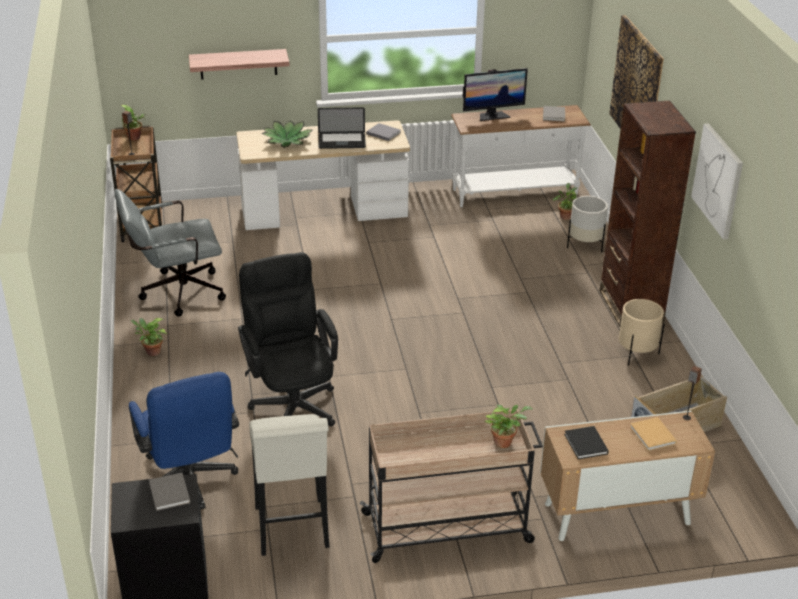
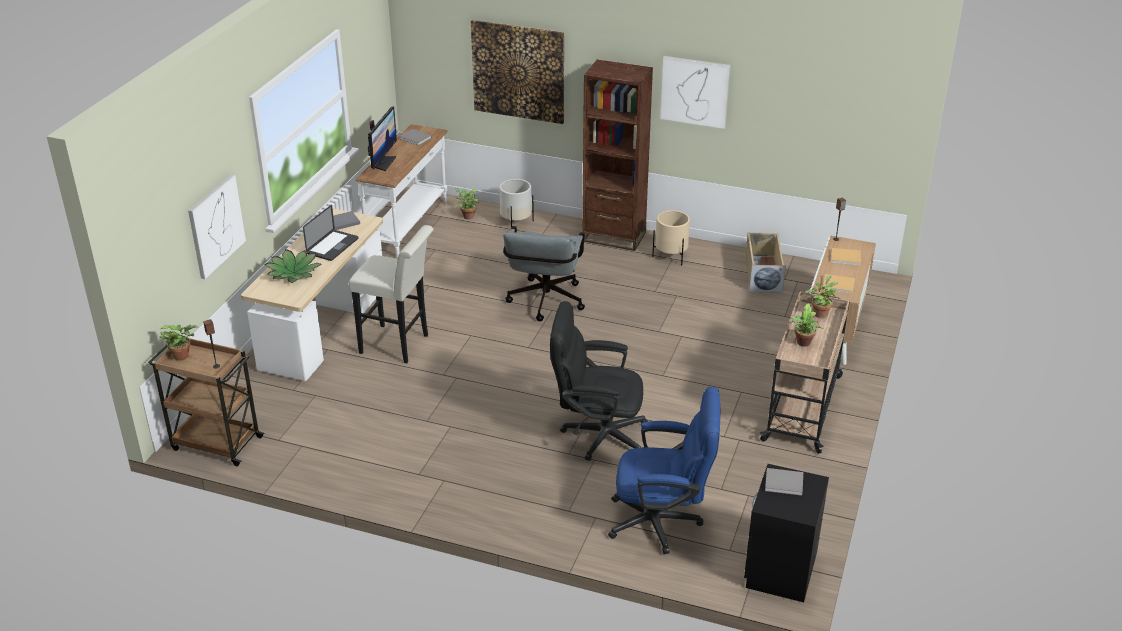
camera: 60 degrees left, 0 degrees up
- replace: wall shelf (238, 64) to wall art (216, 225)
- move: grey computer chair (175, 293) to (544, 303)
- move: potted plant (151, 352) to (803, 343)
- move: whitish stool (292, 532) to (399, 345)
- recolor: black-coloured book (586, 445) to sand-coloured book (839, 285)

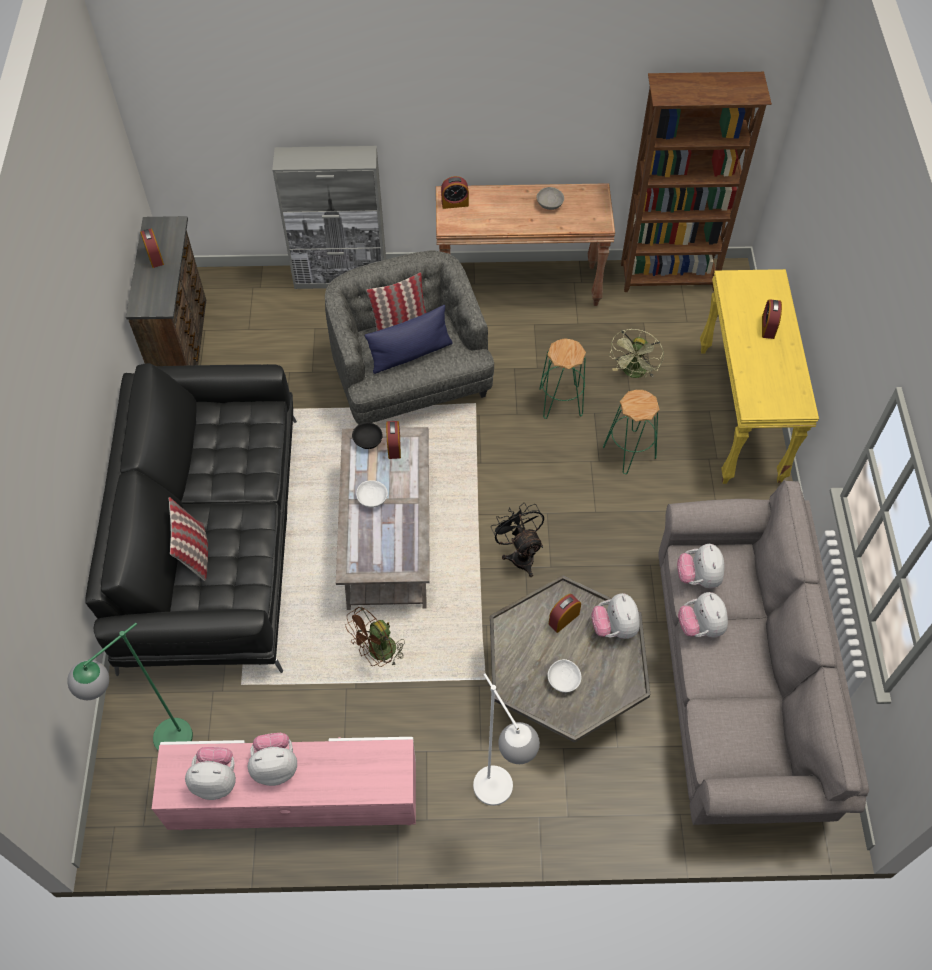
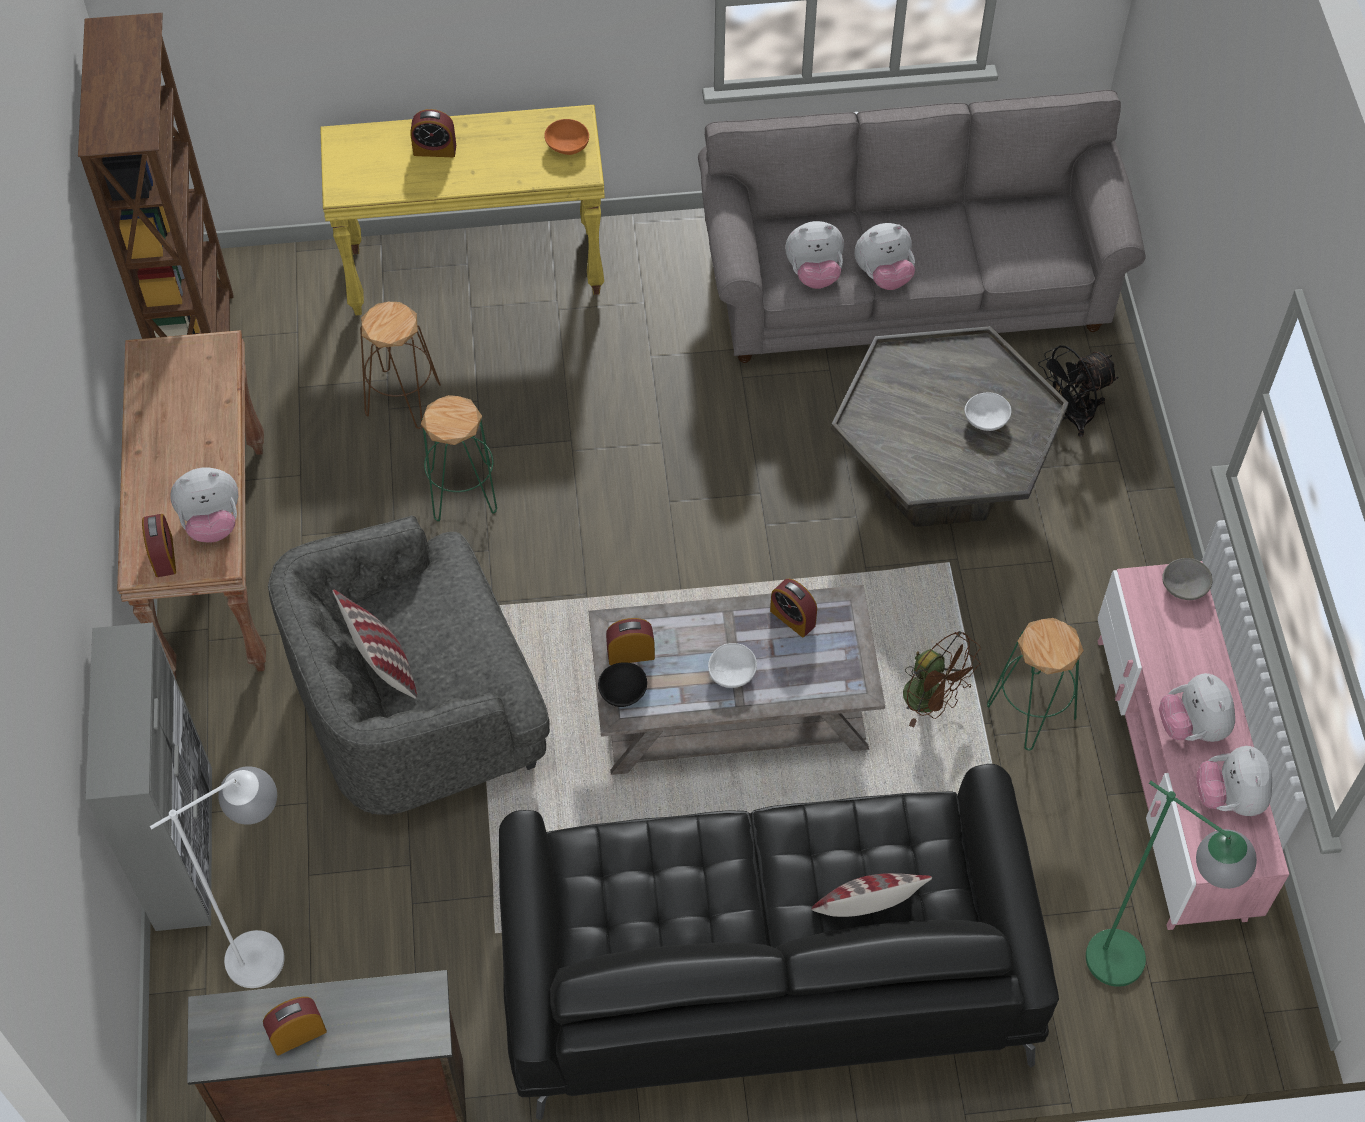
camera: 95 degrees left, 0 degrees up
- move: grey bowl (549, 204) to (1184, 587)
- delete: blue-coloured cushion (410, 354)
- replace: green fan (634, 373) to brown-coloured stool (403, 399)
- move: green stool (629, 452) to (1031, 710)
- move: black-coloured fan (520, 554) to (1070, 416)
- move: soft toy (614, 627) to (212, 523)
- move: bedside clock (563, 619) to (792, 618)
- move: whitish standing lamp (500, 798) to (274, 948)
- insert: orange-coloured bowl (567, 145)

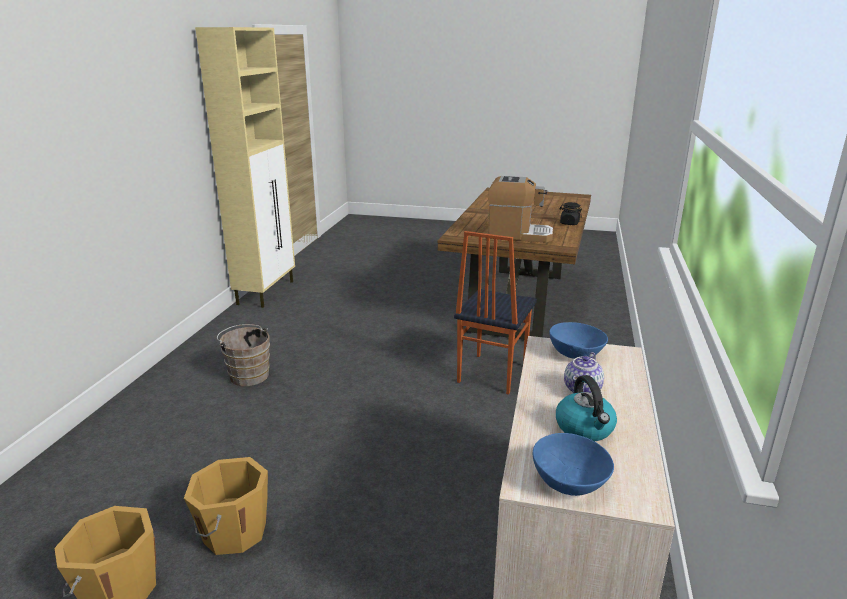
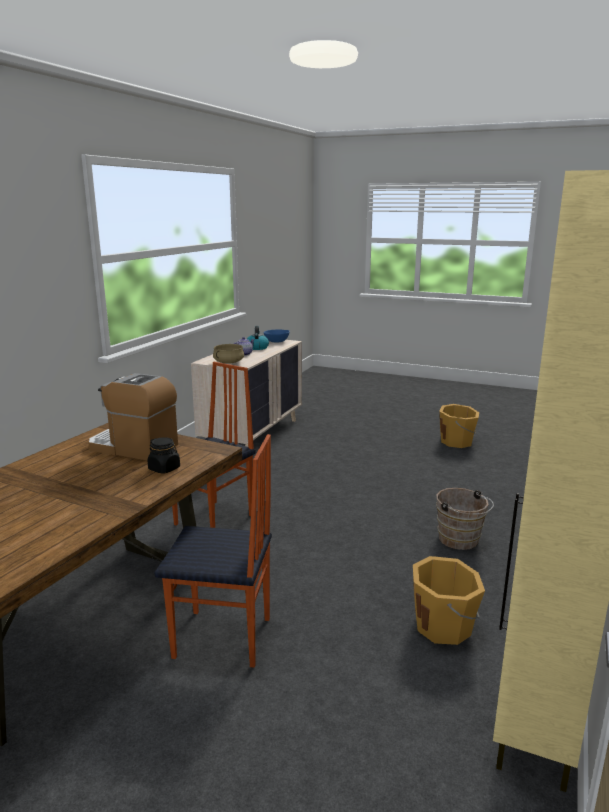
camera: 170 degrees left, 5 degrees down
- move: black-coloured storage jar (569, 223) to (164, 469)
- replace: blue-coloured bowl (576, 353) to sand-coloured cooking pot (229, 362)
- move: orange-coloured pail (233, 532) to (444, 626)
- insert: chair (223, 639)

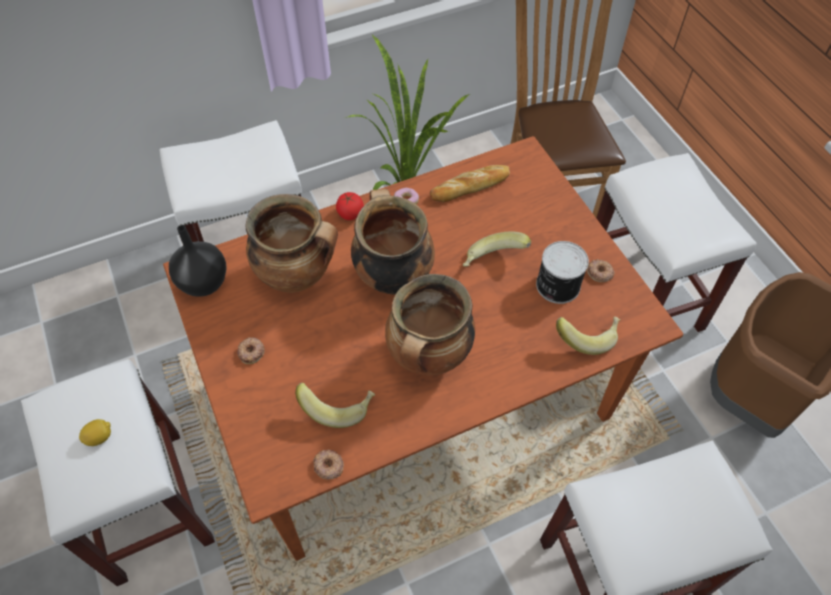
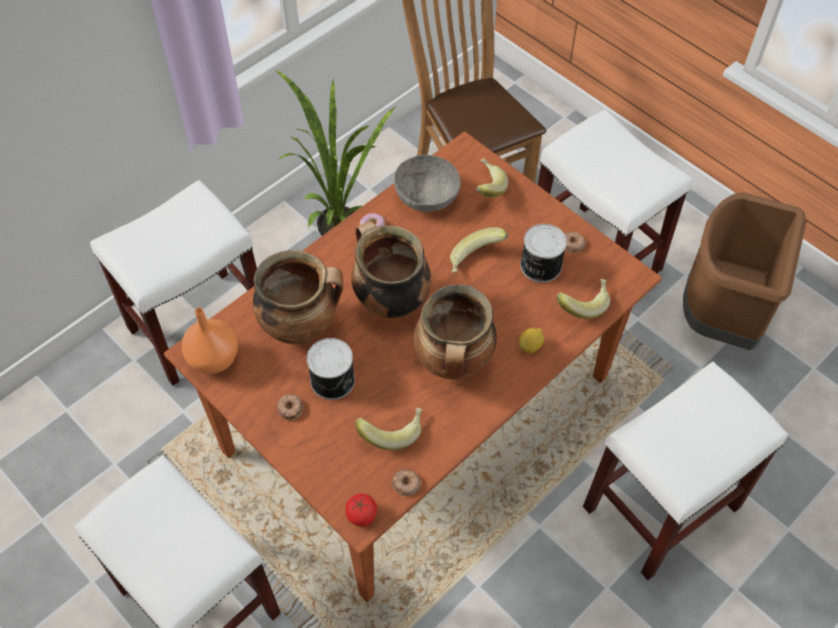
camera: 20 degrees left, 0 degrees up
- replace: baked bread (470, 186) to grey bowl (426, 196)
- move: tomato (350, 214) to (361, 515)
- recolor: black-coloured decorative vase (205, 283) to orange-coloured decorative vase (215, 359)
- move: whole lemon (99, 437) to (530, 346)
- insert: whole banana (485, 187)
- insert: metal can (333, 380)

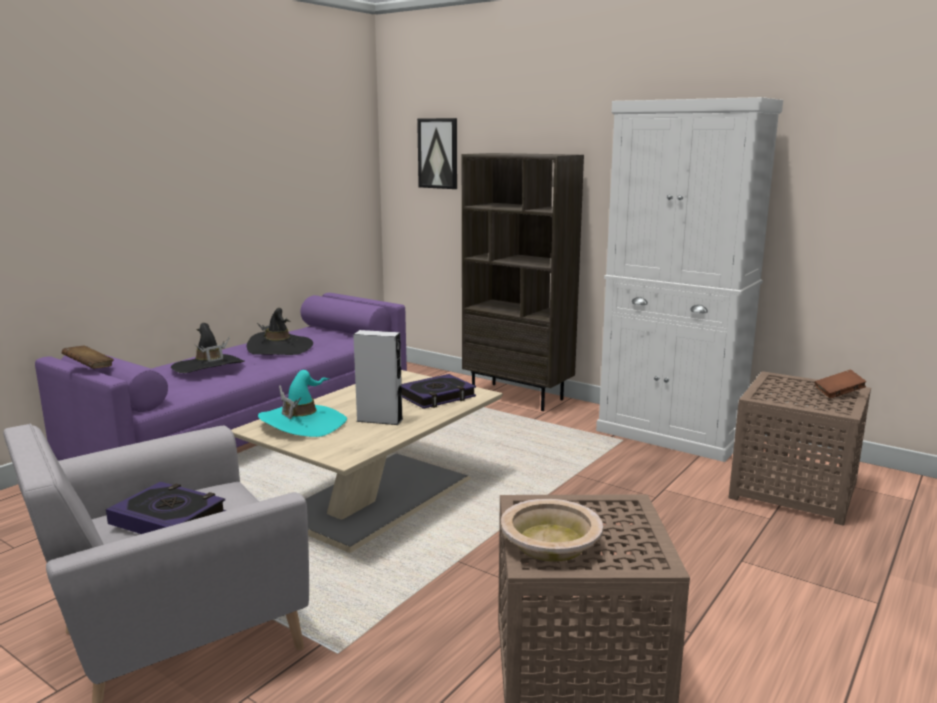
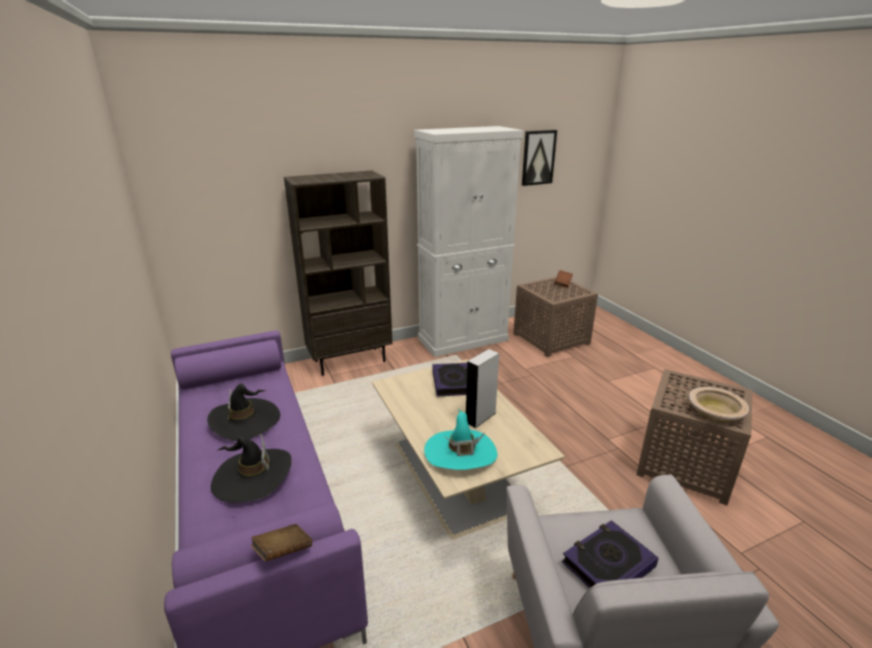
camera: 60 degrees left, 10 degrees up
- move: wall art (438, 153) to (538, 157)

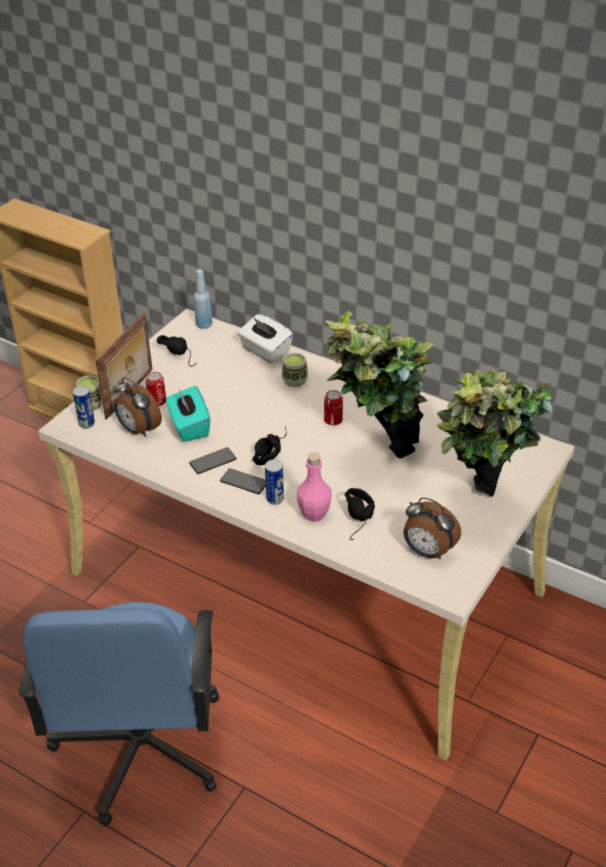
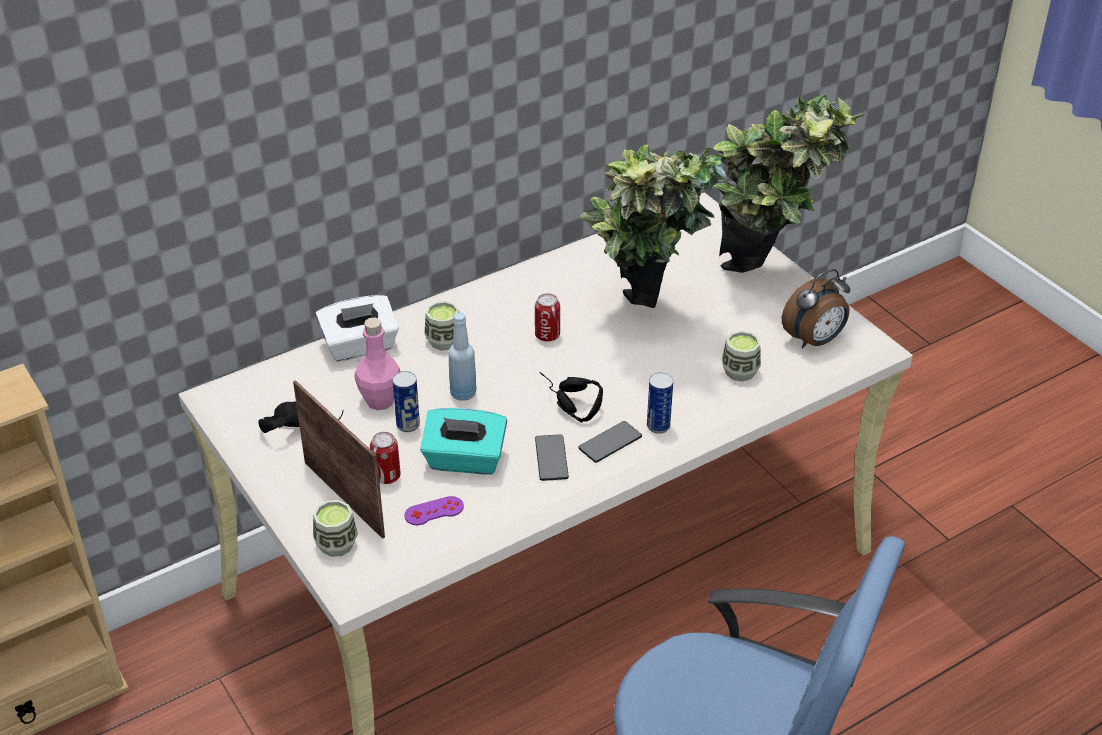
camera: 65 degrees left, 0 degrees up
- move: blue-coloured drink bottle (204, 324) to (463, 393)
- replace: bedside clock (138, 430) to purplish joypad (434, 511)
- move: metal can (86, 423) to (408, 425)
- move: pinkish drink bottle (314, 514) to (380, 400)
- replace: black-coloured headset (361, 522) to drinking cup (740, 371)

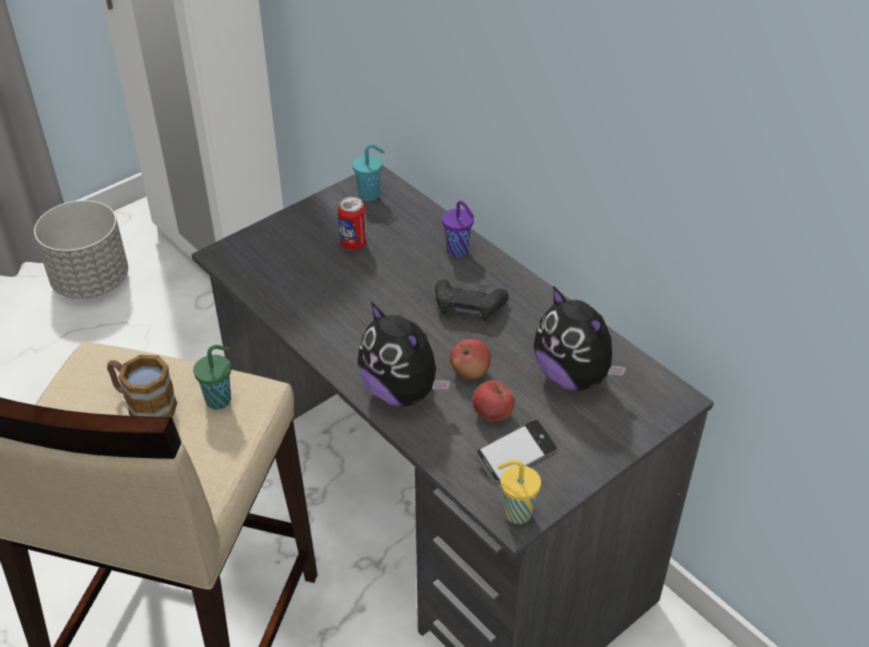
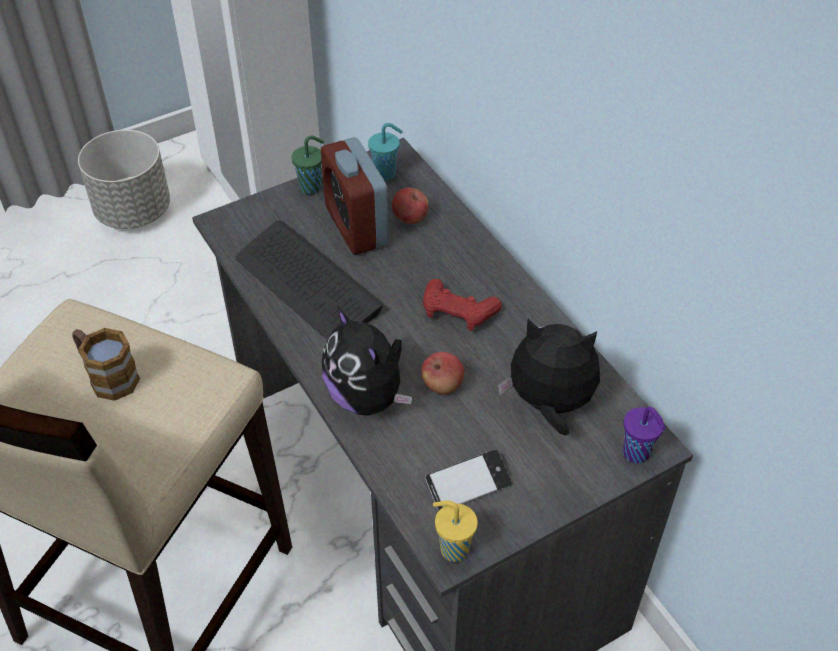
camera: 10 degrees right, 5 degrees up
- replace: metal can (353, 244) to bedside clock (356, 226)
- move: purplish drinking cup (458, 251) to (637, 454)
- recolor: black-coloured joypad (468, 307) to red-coloured joypad (458, 312)
- rotate: soft toy (573, 376) = (549, 404) 135 degrees clockwise
- move: green drinking cup (220, 400) to (312, 187)
- move: whole apple (492, 414) to (410, 218)
- insert: keyboard (307, 284)

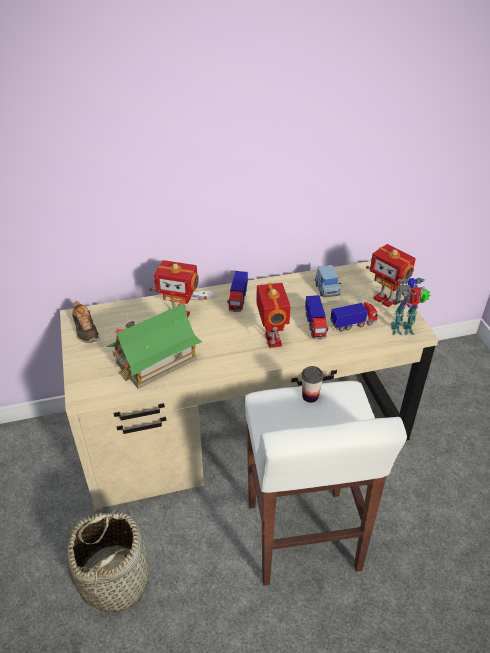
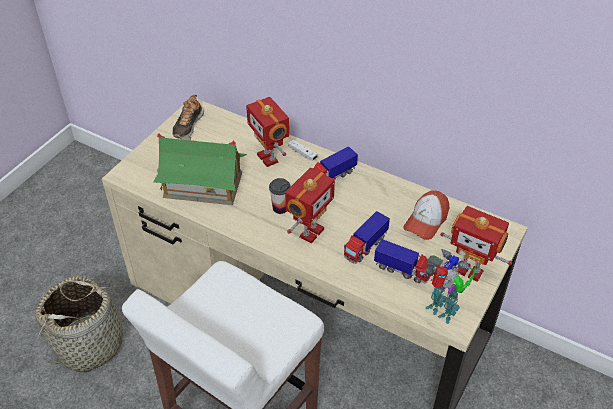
camera: 45 degrees right, 5 degrees up
- rotate: model robot (385, 300) = (469, 270) 60 degrees counterclockwise
- replace: blue-coloured model car (327, 289) to cap (426, 221)
- move: drinking cup (310, 396) to (280, 208)

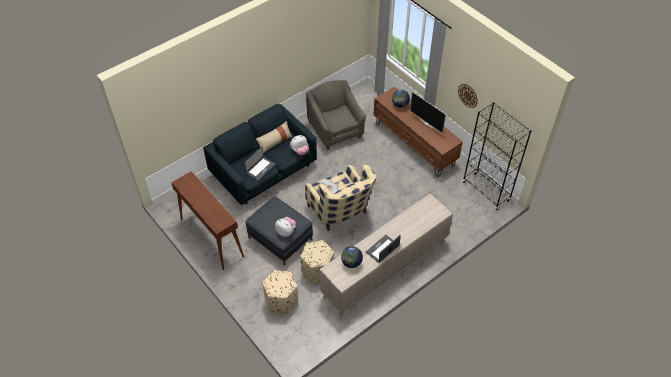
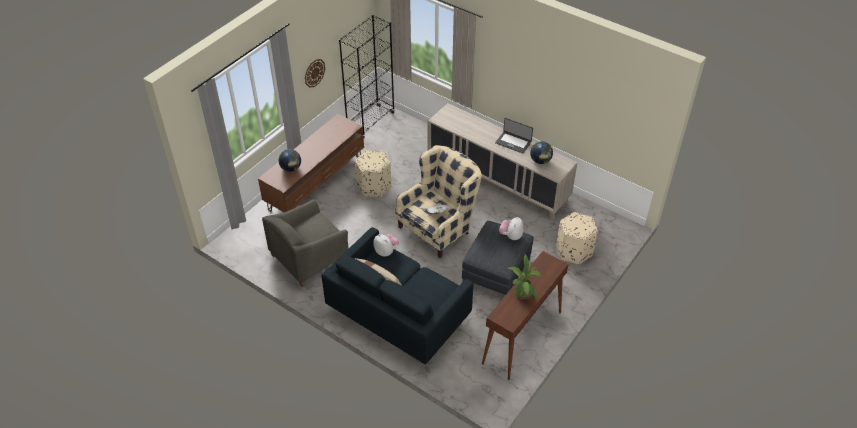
camera: 105 degrees left, 5 degrees down
- delete: television (427, 123)
- delete: portable computer (260, 168)
- move: sand-coloured ottoman (317, 271) to (374, 186)
- insert: potted plant (522, 295)

